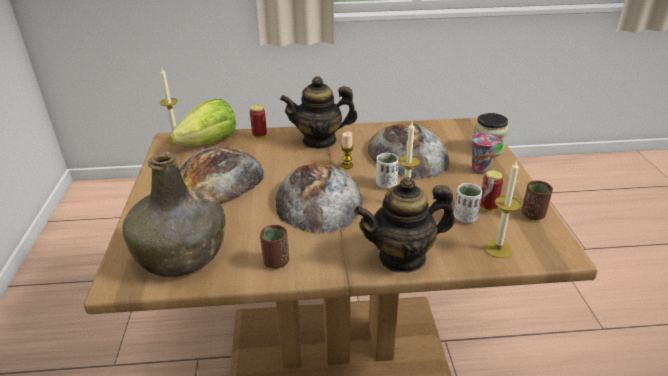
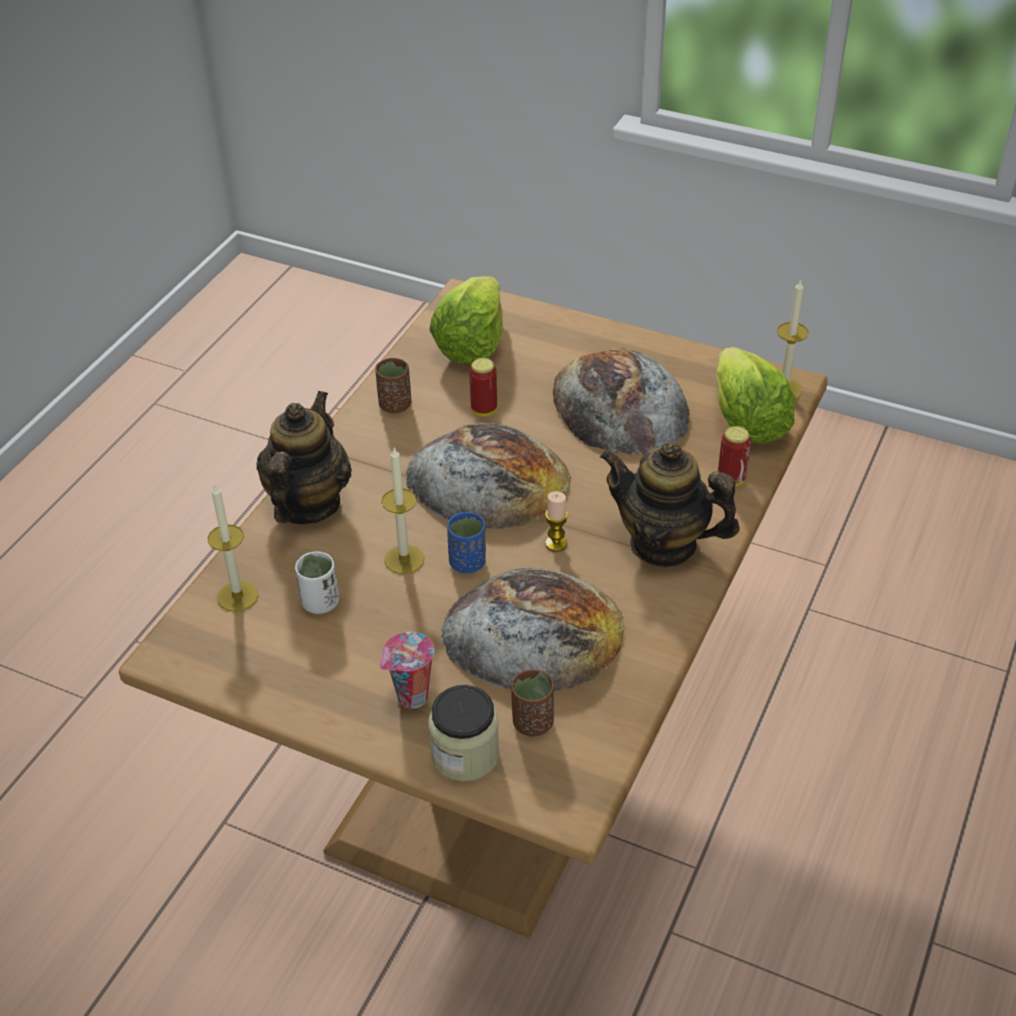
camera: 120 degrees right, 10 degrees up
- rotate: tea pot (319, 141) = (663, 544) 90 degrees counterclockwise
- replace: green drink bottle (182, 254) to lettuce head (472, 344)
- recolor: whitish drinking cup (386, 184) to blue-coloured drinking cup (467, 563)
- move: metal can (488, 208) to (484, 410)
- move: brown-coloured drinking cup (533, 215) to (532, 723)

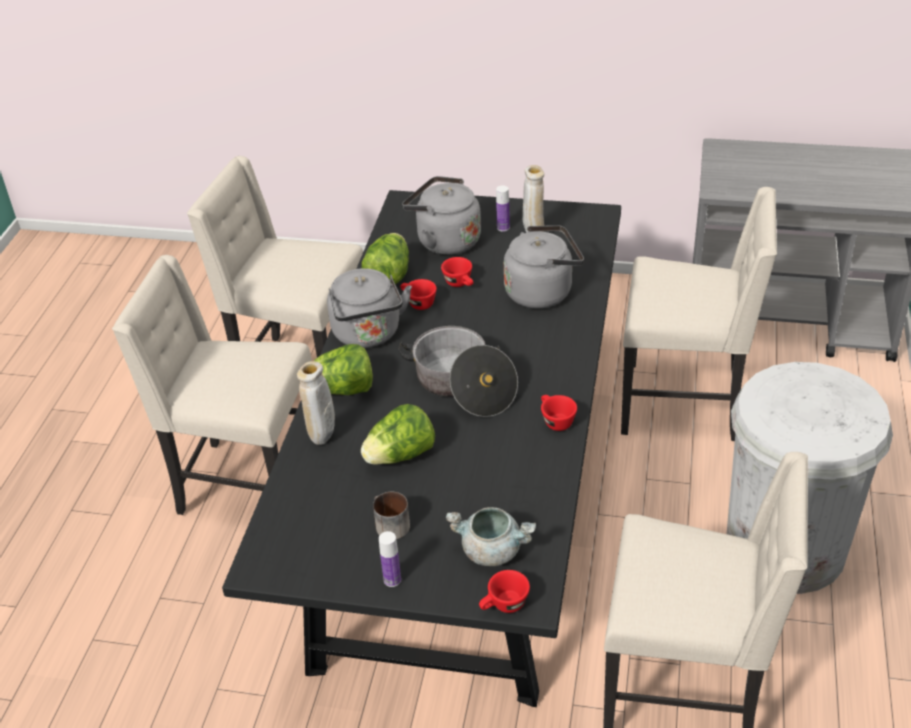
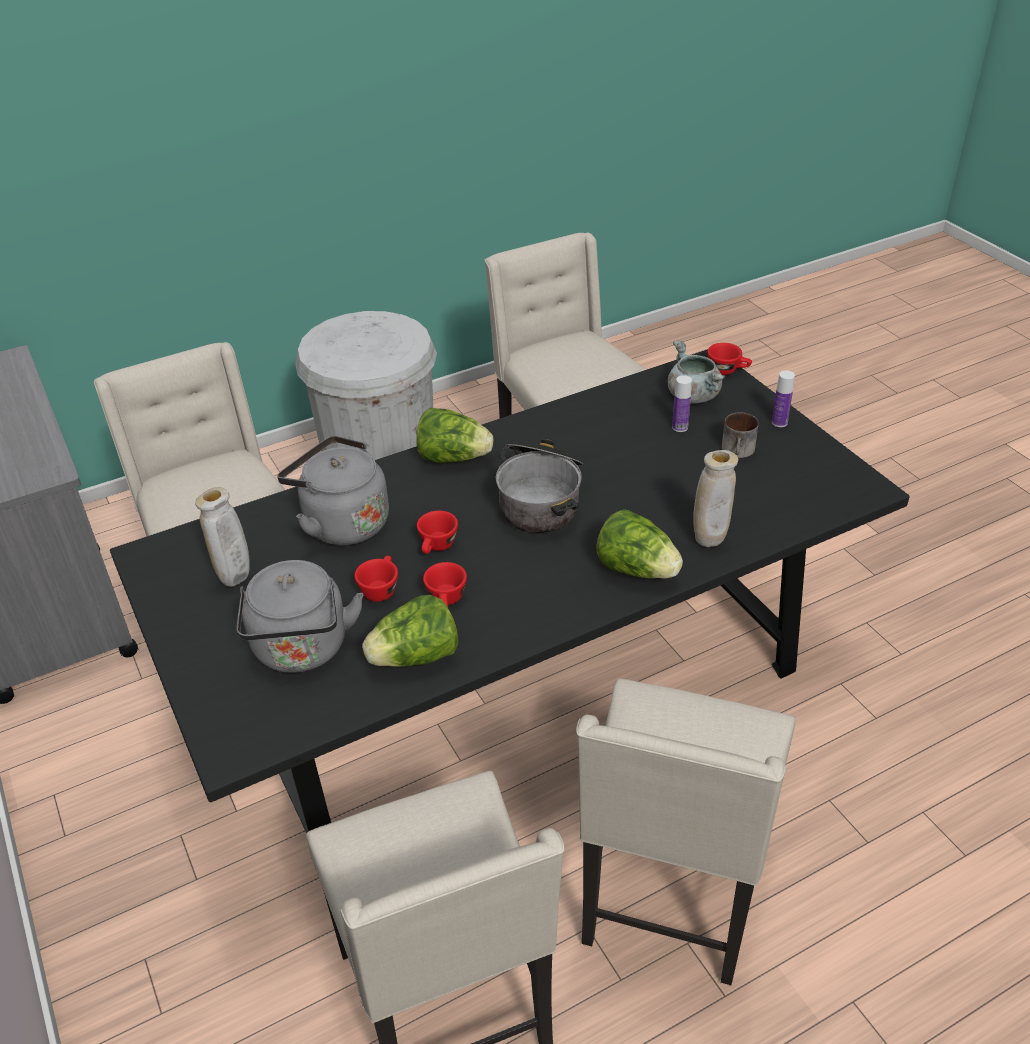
camera: 130 degrees left, 0 degrees up
- move: drink bottle (503, 228) to (680, 427)
- rotate: sand-coloured chair (247, 484) = (672, 894) 45 degrees clockwise
- delete: grey tea kettle (368, 334)
- move: red-coloured drinking cup (555, 420) to (437, 547)
- move: lettuce head (400, 456) to (453, 458)

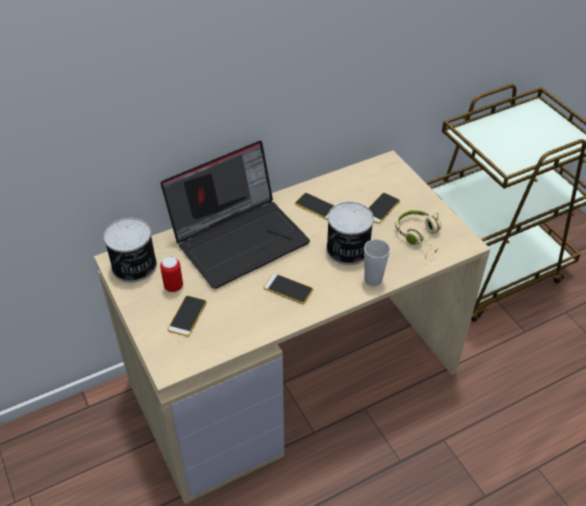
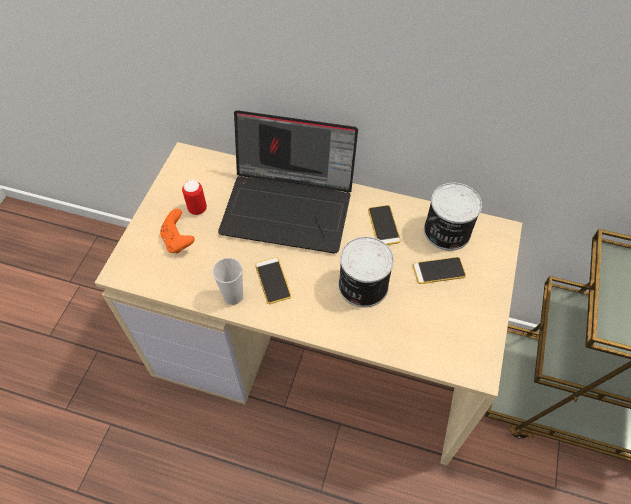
camera: 45 degrees right, 10 degrees up
- delete: sand-coloured headset (419, 237)
- move: metal can (134, 266) to (446, 232)
- move: drinking cup (373, 280) to (233, 296)
- replace: handset (187, 316) to orange-coloured joypad (178, 241)

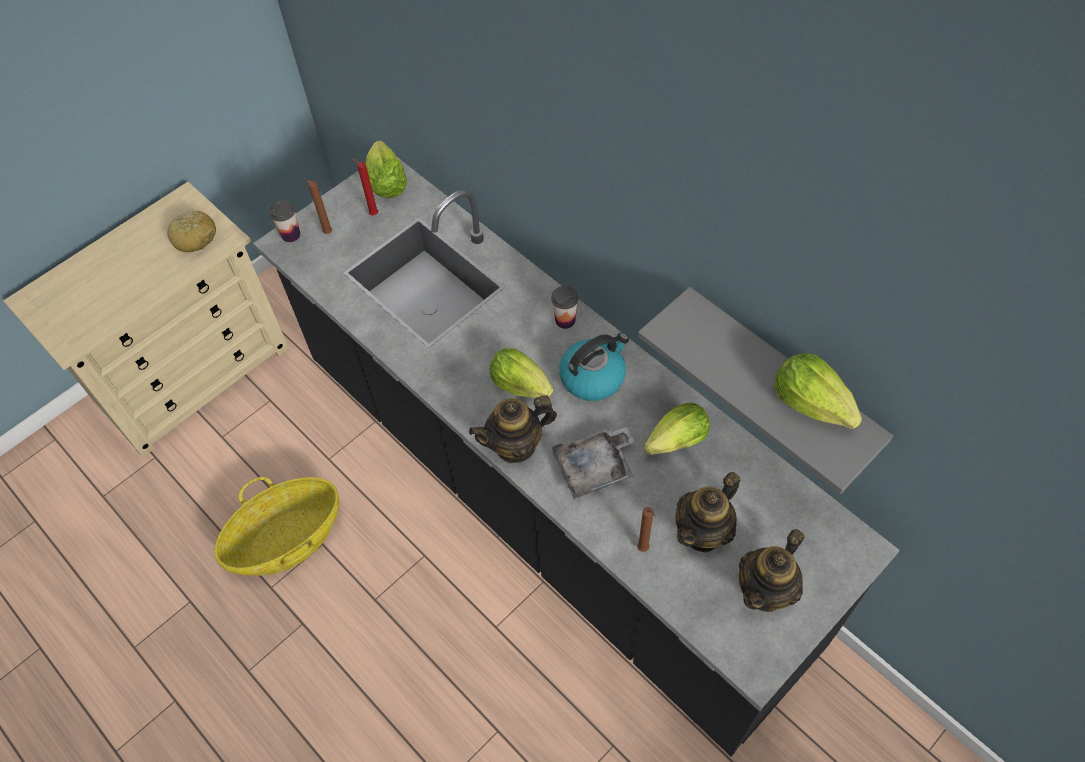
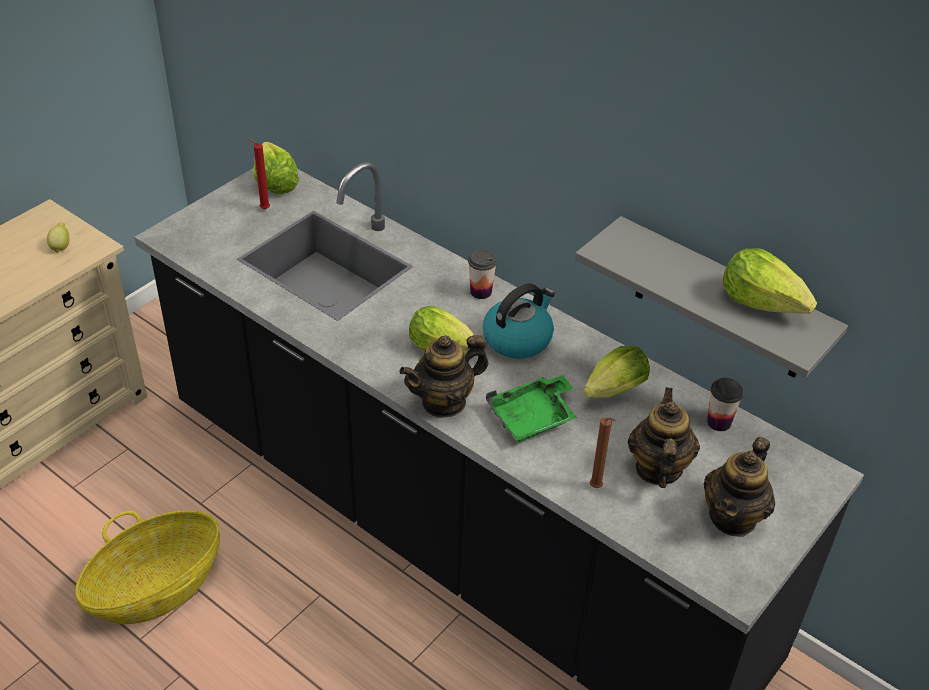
camera: 10 degrees left, 15 degrees down
- delete: brown-coloured candle (326, 233)
- move: drinking cup (291, 235) to (719, 422)
- replace: baked bread (195, 237) to whole lemon (61, 247)
- recolor: grey tray (595, 468) to green tray (533, 418)
- rotate: tea pot (703, 531) = (657, 468) 150 degrees clockwise

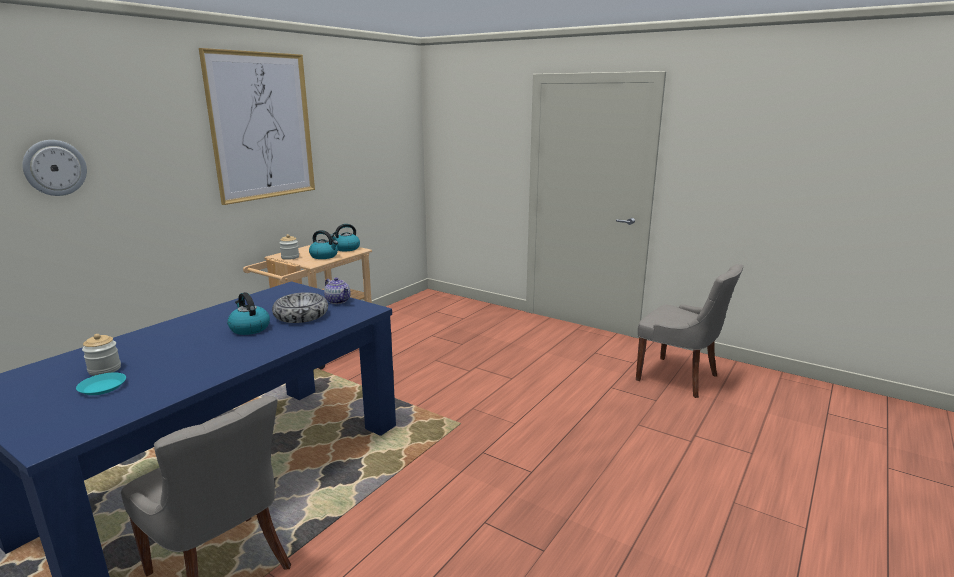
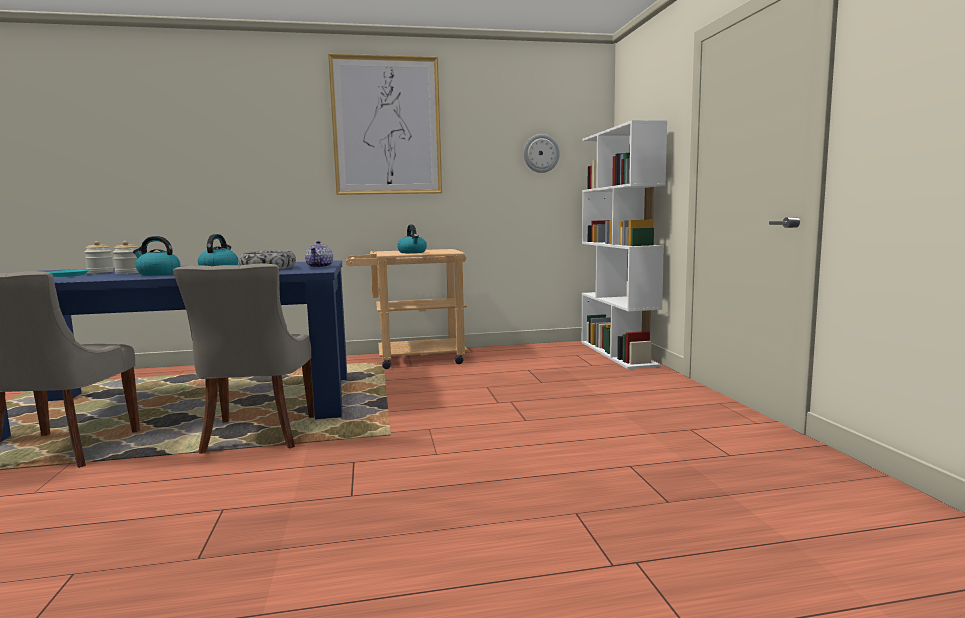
camera: 45 degrees right, 10 degrees down
- move: wall clock (54, 168) to (541, 153)
- move: tea kettle (346, 249) to (158, 273)
- move: storage jar (290, 257) to (128, 273)
- move: grey chair (679, 378) to (257, 435)
- insert: whitish bookcase (618, 353)

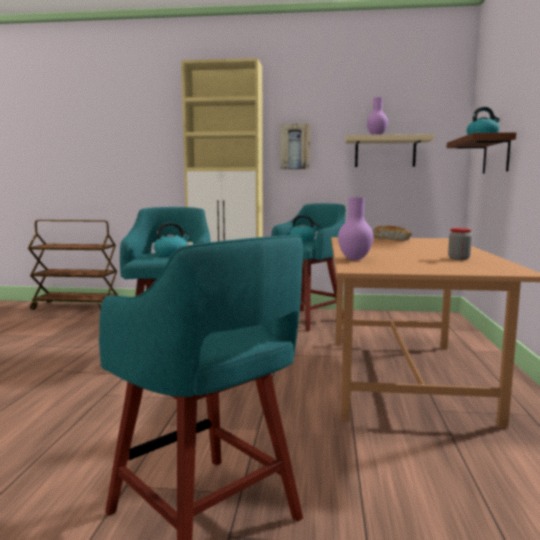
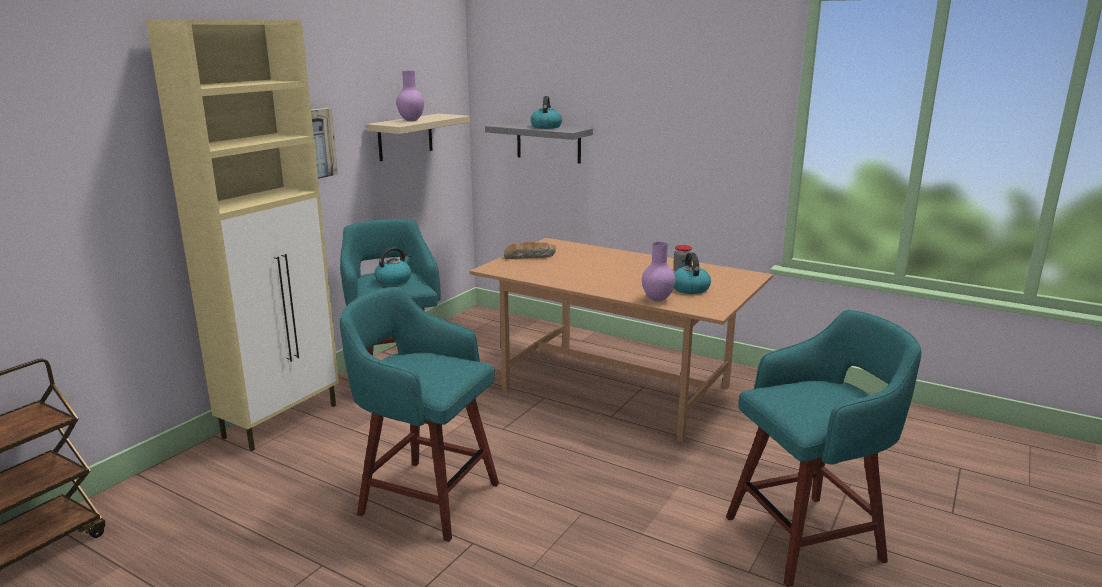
camera: 65 degrees left, 10 degrees up
- recolor: brown-coloured wall shelf (496, 155) to grey wall shelf (548, 142)
- move: tea kettle (171, 254) to (690, 288)

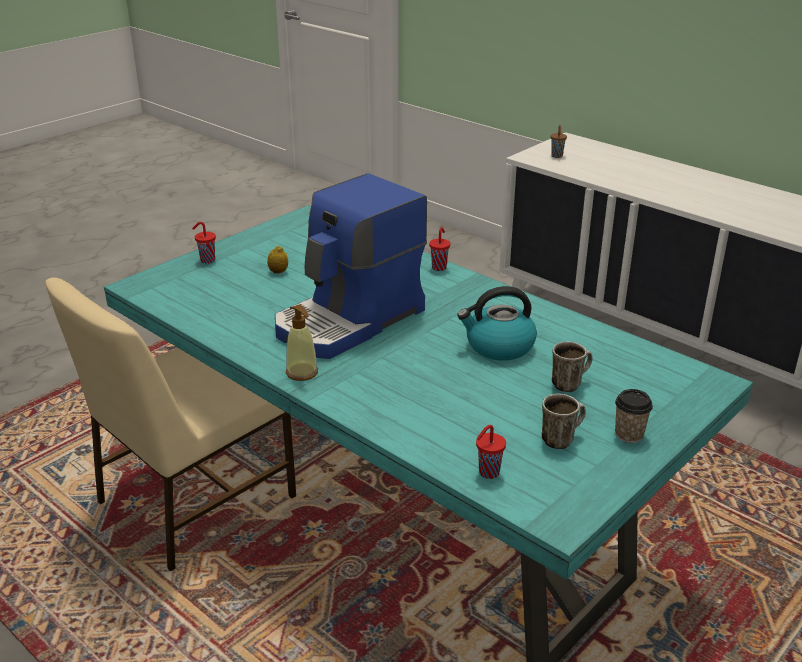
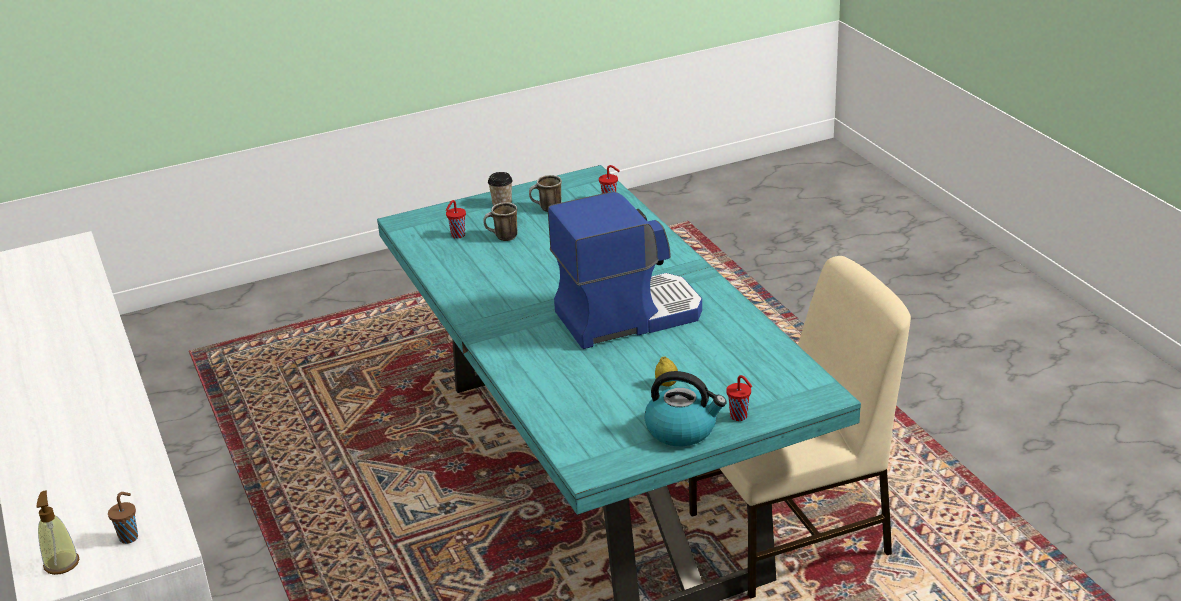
camera: 155 degrees left, 0 degrees up
- move: red-coloured drinking cup (439, 267) to (457, 236)
- move: tea kettle (498, 346) to (682, 430)
- move: soap dispenser (302, 372) to (61, 563)

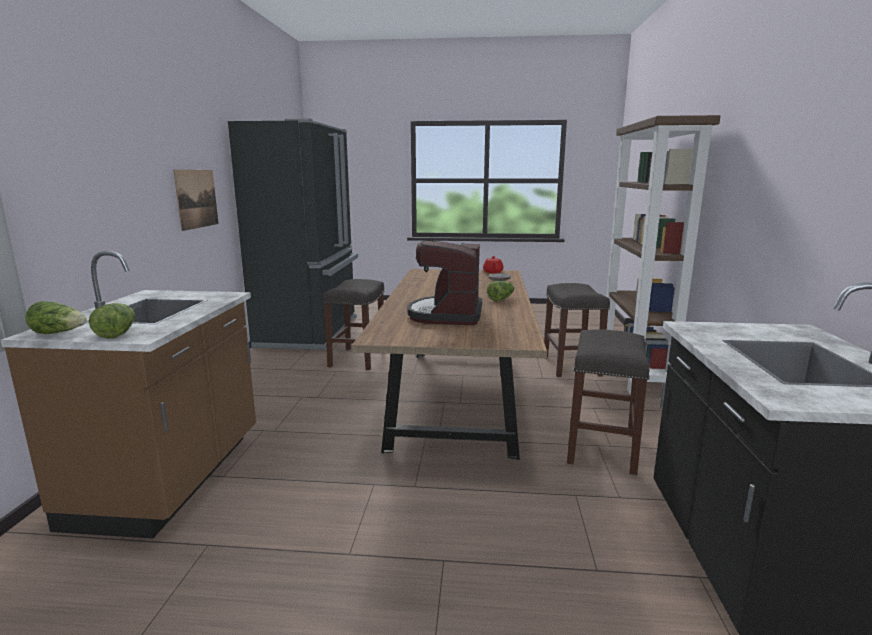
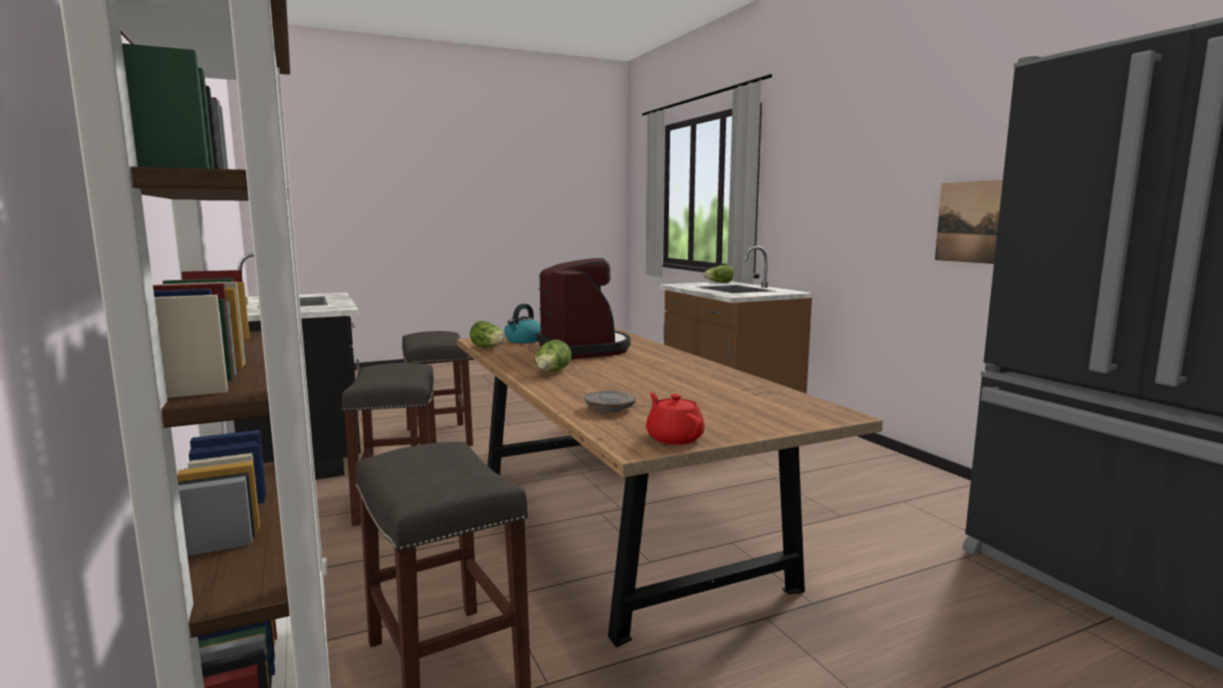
camera: 150 degrees right, 5 degrees down
- move: grey stool (357, 358) to (439, 437)
- move: lettuce head (117, 333) to (489, 348)
- insert: tea kettle (523, 340)

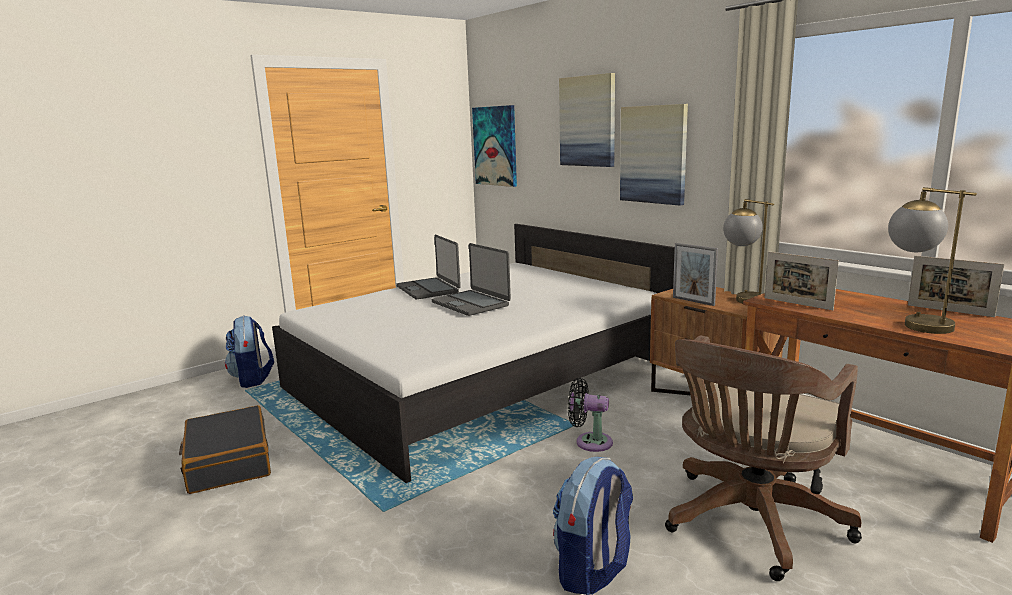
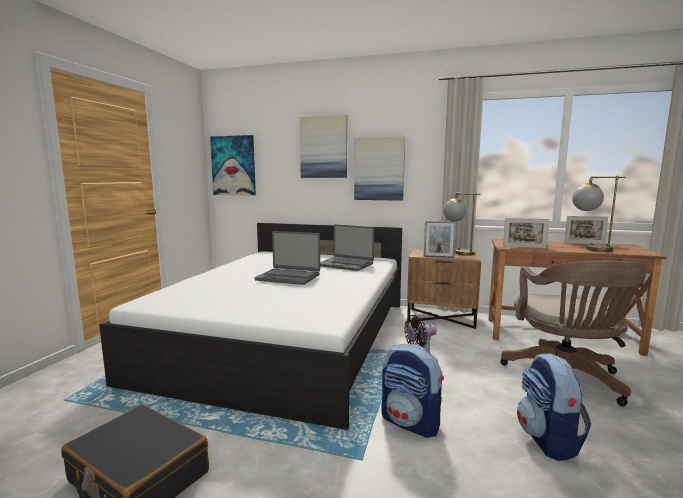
camera: 35 degrees left, 5 degrees down
- move: portable computer (428, 289) to (345, 265)
- move: knapsack (253, 379) to (411, 423)

